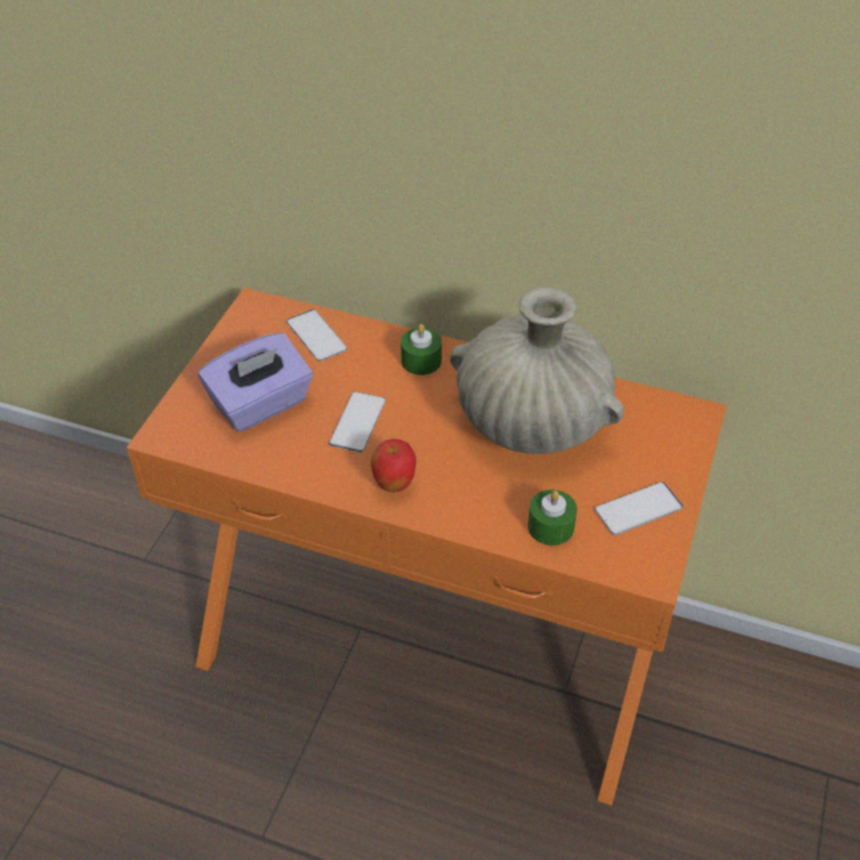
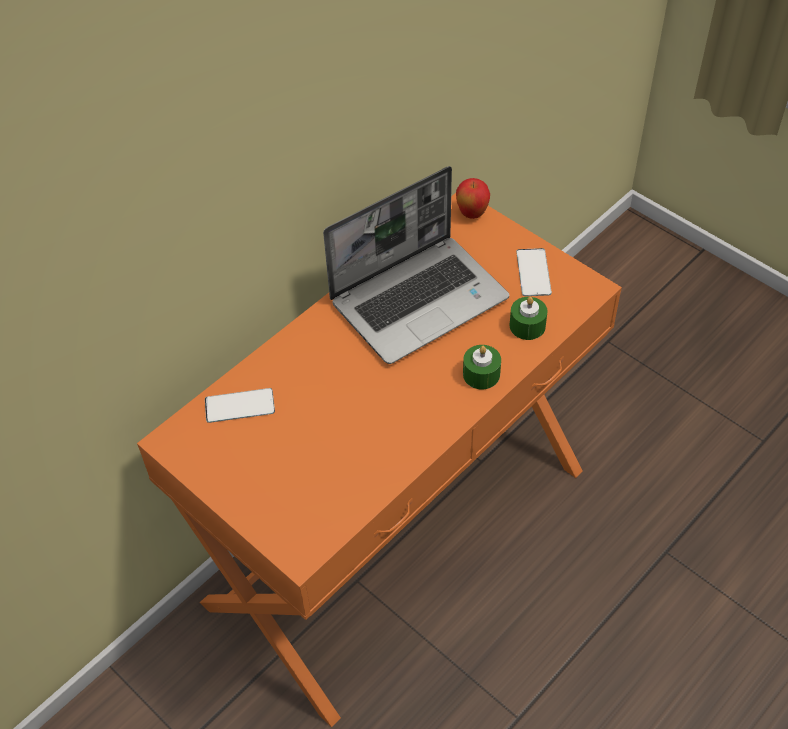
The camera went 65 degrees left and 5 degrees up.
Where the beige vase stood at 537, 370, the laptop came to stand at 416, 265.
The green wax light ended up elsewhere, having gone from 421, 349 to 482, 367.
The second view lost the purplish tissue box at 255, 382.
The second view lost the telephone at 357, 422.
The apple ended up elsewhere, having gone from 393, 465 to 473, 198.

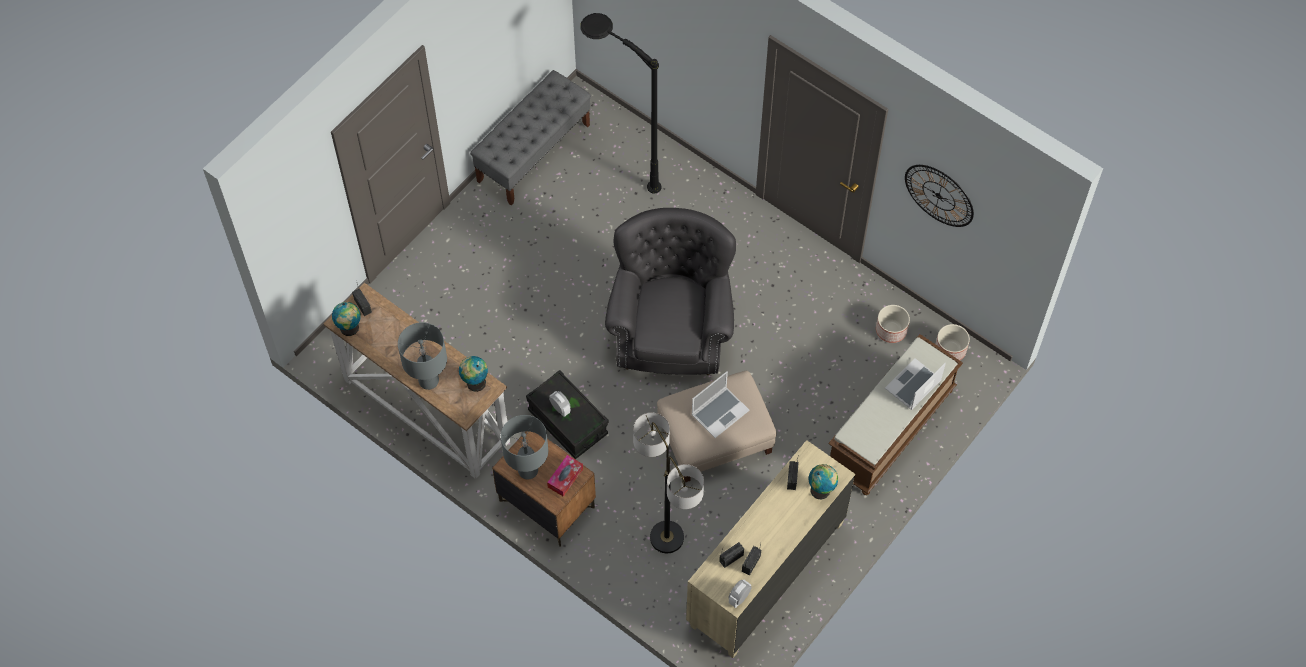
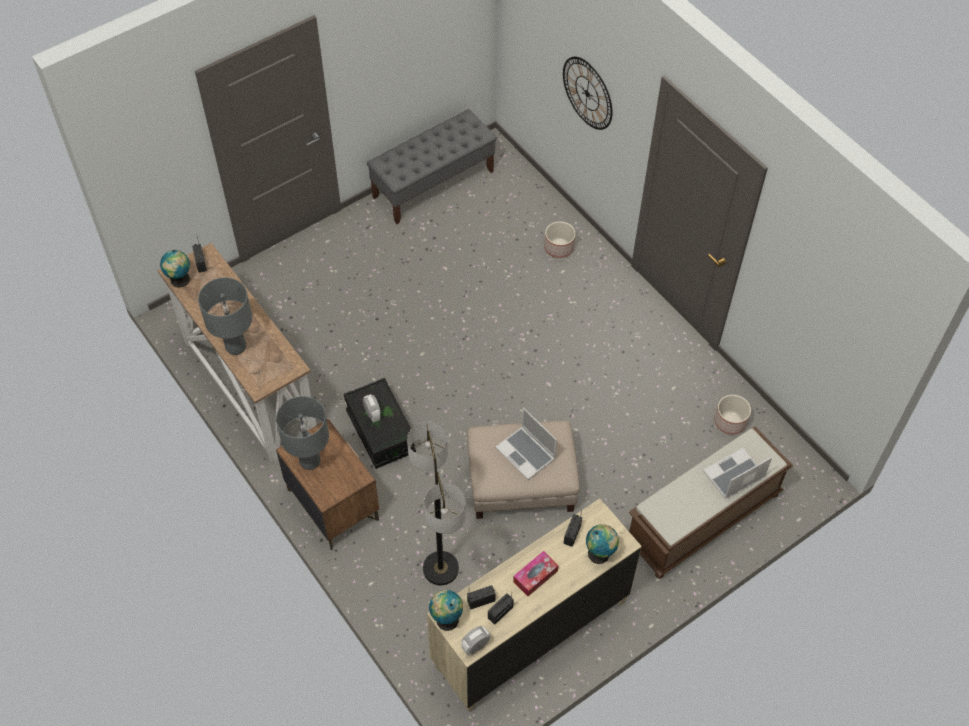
The camera went 15 degrees right and 5 degrees down.
The second view lost the blackish standard lamp at 620, 103.
The hanging clock ended up elsewhere, having gone from 939, 196 to 587, 93.
The second view lost the gray easy chair at 670, 291.
The plant pot ended up elsewhere, having gone from 953, 342 to 560, 239.
The world globe ended up elsewhere, having gone from 473, 374 to 446, 610.
The laptop at 720, 404 ended up facing another way, 75 degrees clockwise from before.
The tissue box ended up elsewhere, having gone from 565, 476 to 536, 573.

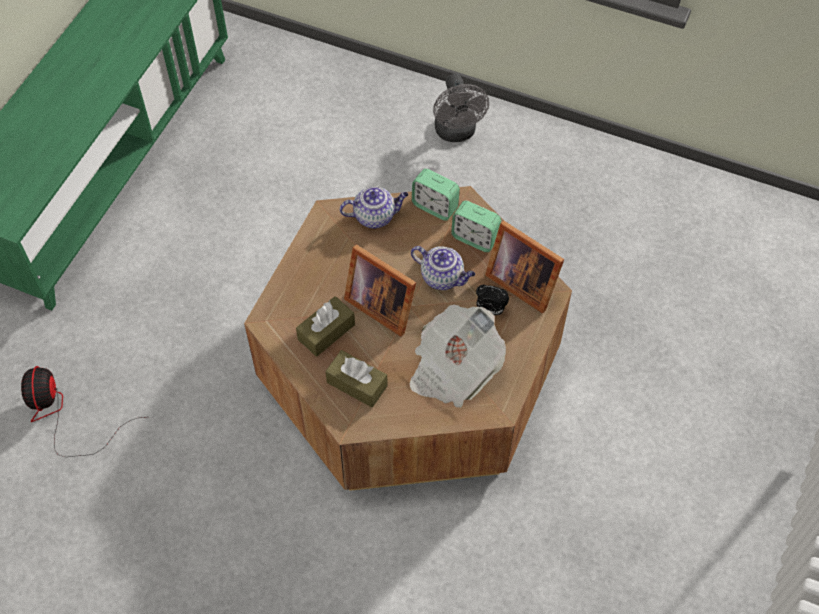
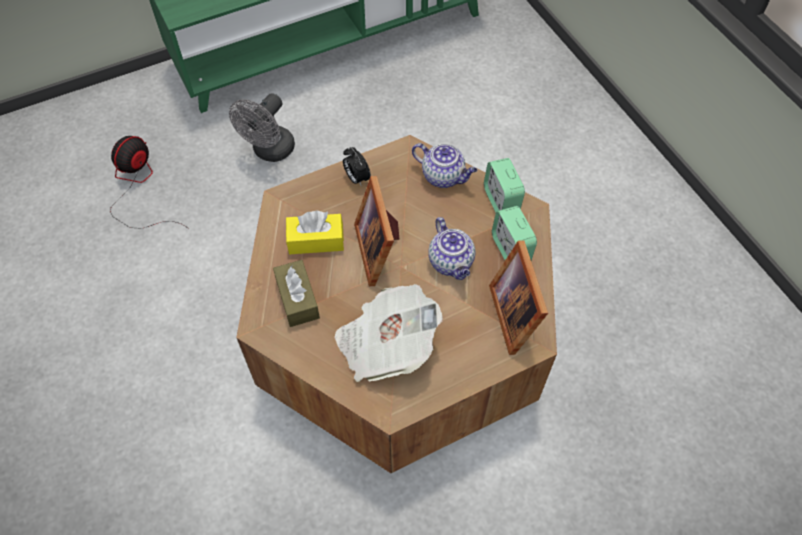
The camera went 40 degrees right and 0 degrees up.
The gray fan ended up elsewhere, having gone from 461, 108 to 262, 127.
The bedside clock ended up elsewhere, having gone from 492, 300 to 357, 167.
What was the brownish tissue box at 325, 326 turned into the yellowish tissue box at 315, 232.

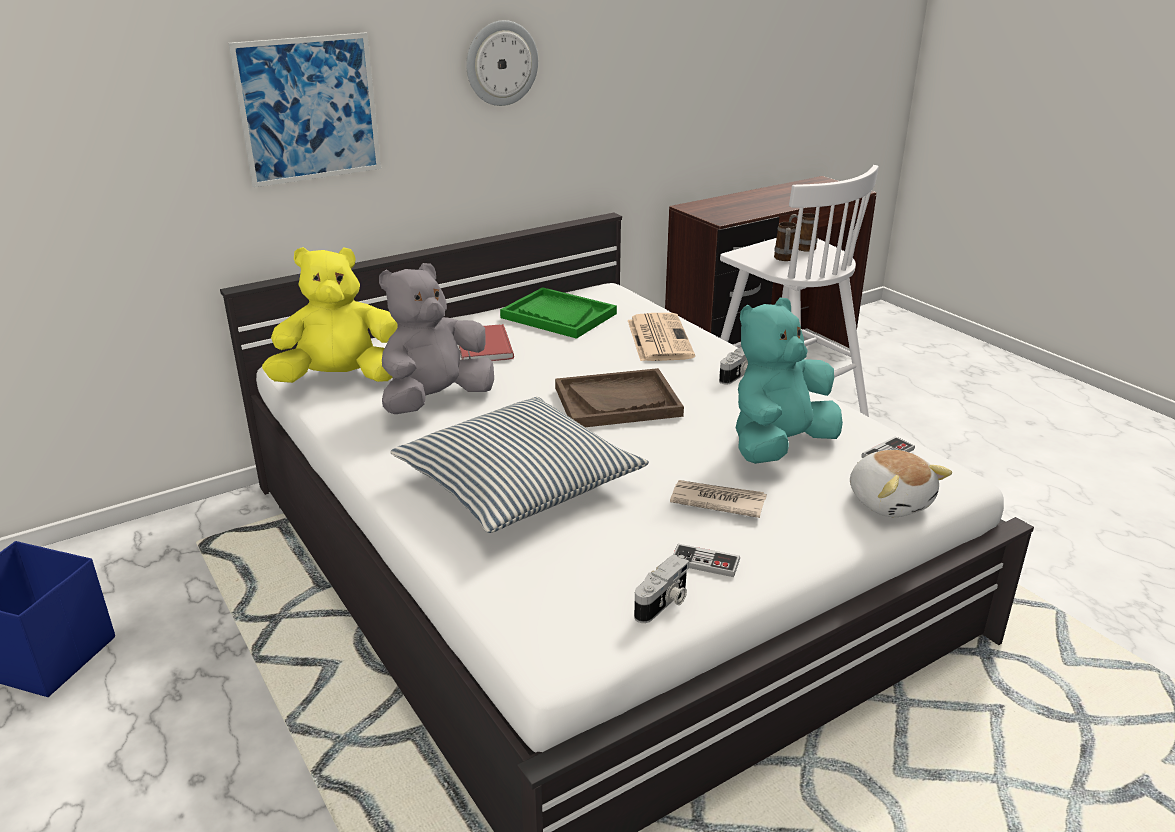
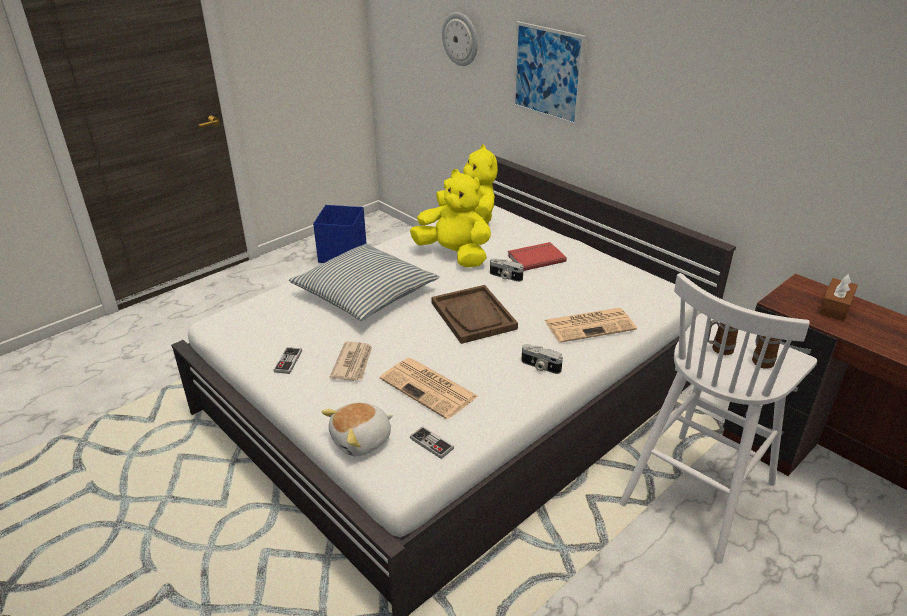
The camera went 80 degrees right and 5 degrees up.
The hanging clock ended up elsewhere, having gone from 502, 63 to 460, 39.
What was the gray soft toy at 436, 338 turned into the yellowish soft toy at 450, 218.
The second view lost the green serving tray at 558, 313.
Where the turquoise soft toy stood at 789, 381, the daily paper came to stand at 429, 388.
The still camera ended up elsewhere, having gone from 661, 588 to 507, 270.
The second view gained the brownish tissue box at 838, 297.

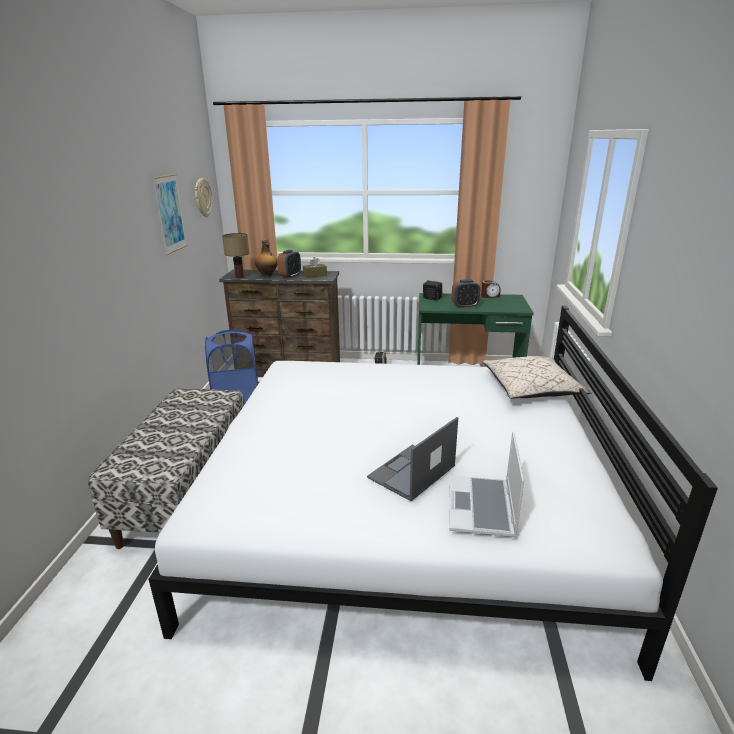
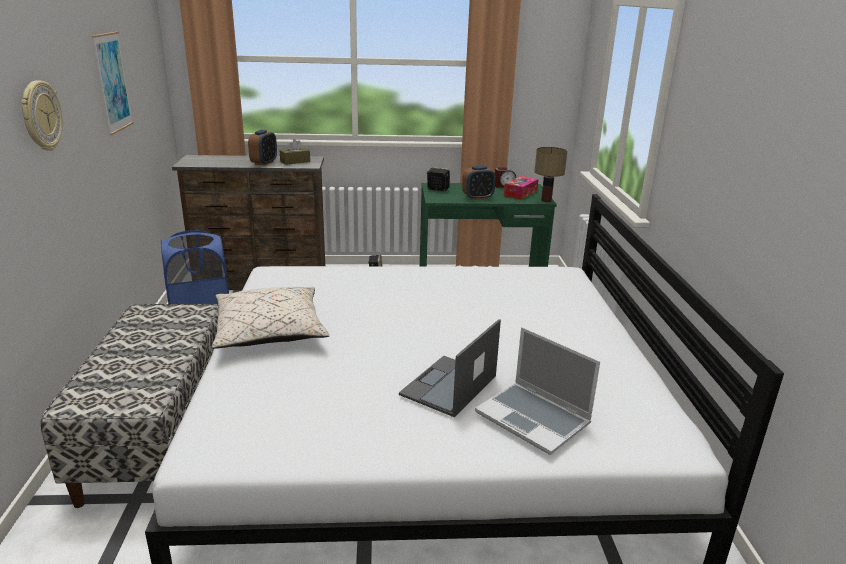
The camera went 10 degrees left and 0 degrees up.
The hanging clock ended up elsewhere, having gone from 204, 197 to 42, 115.
The table lamp ended up elsewhere, having gone from 235, 255 to 550, 174.
The second view lost the bottle at 266, 258.
The beige pillow ended up elsewhere, having gone from 537, 377 to 270, 318.
The laptop at 486, 484 ended up facing another way, 45 degrees counterclockwise from before.
The second view gained the tissue box at 521, 188.

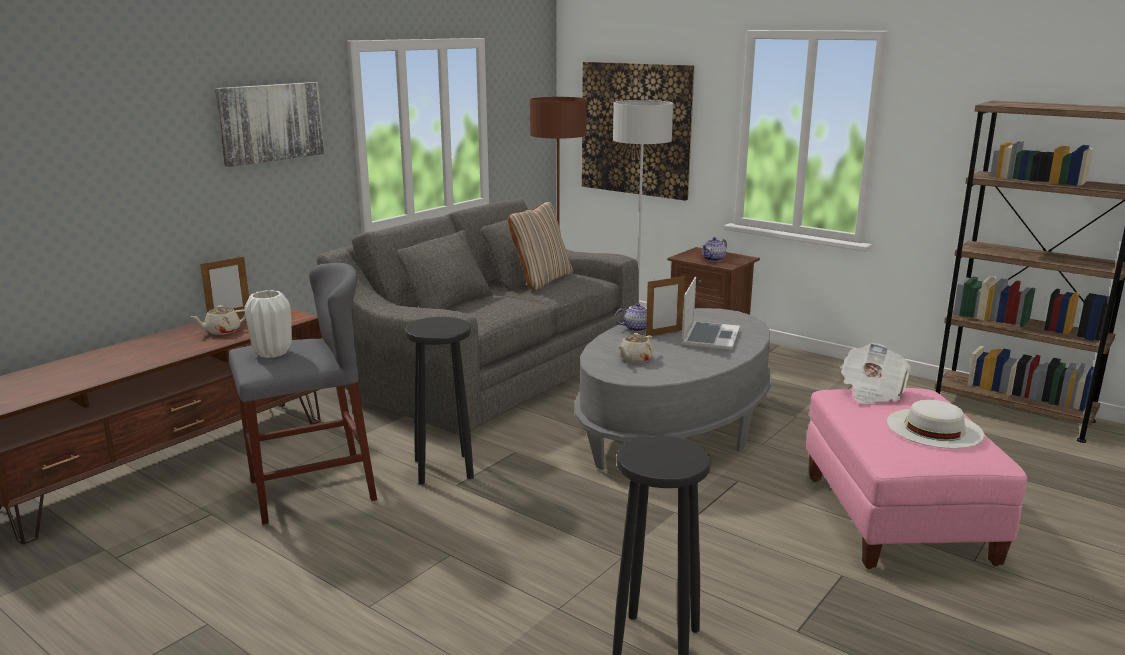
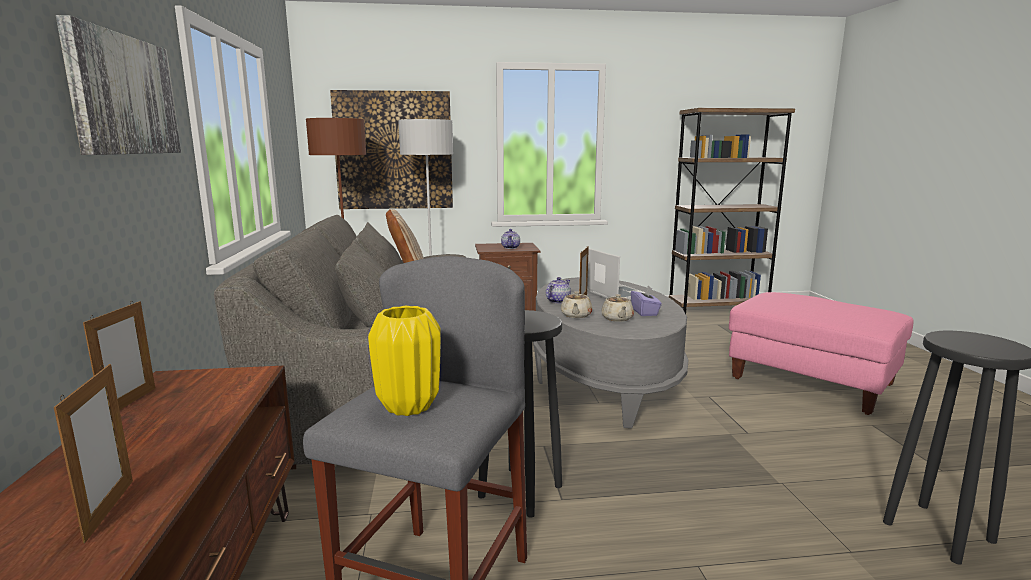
The camera went 45 degrees left and 5 degrees down.
What was the whitish vase at 268, 324 turned into the yellowish vase at 404, 361.
The beige tea pot ended up elsewhere, having gone from 218, 320 to 577, 304.
The second view lost the daily paper at 875, 373.
The second view lost the whitish wearable hat at 935, 424.
The second view gained the purplish tissue box at 646, 301.
The second view gained the photo frame at 93, 453.

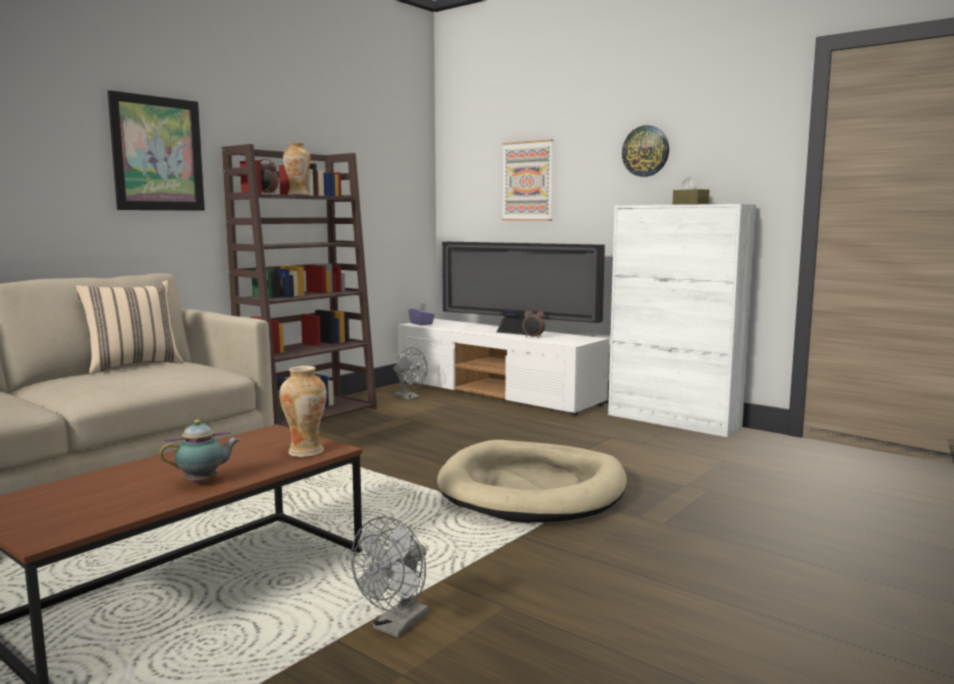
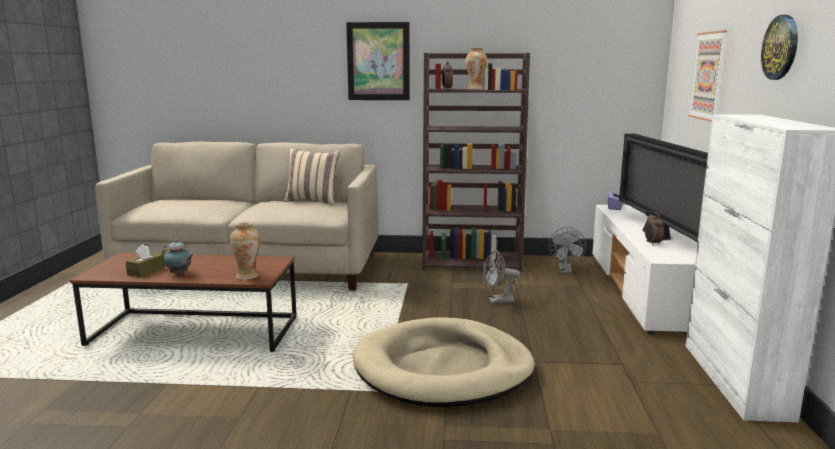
The camera went 55 degrees right and 5 degrees up.
The brownish tissue box ended up elsewhere, having gone from 691, 190 to 145, 260.
The gray fan ended up elsewhere, having gone from 390, 576 to 501, 276.

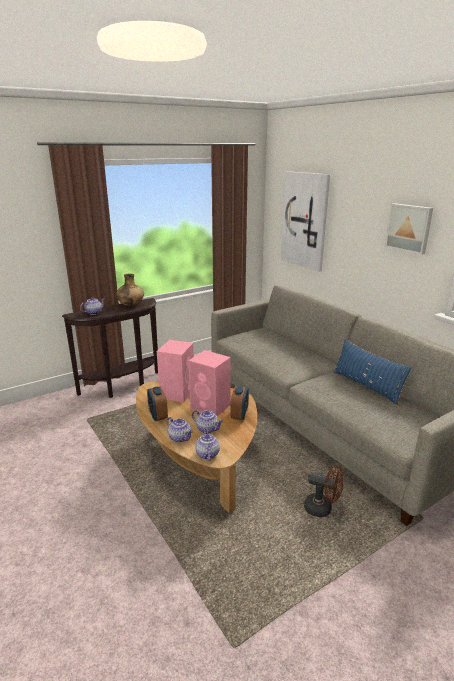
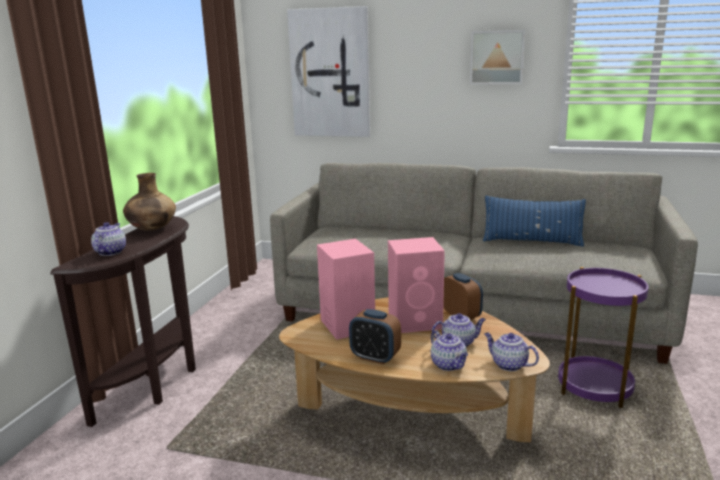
The camera went 40 degrees left and 5 degrees down.
The tea pot at 180, 429 ended up facing another way, 60 degrees clockwise from before.
Where the brownish fan stood at 324, 491, the purplish accent table came to stand at 603, 337.

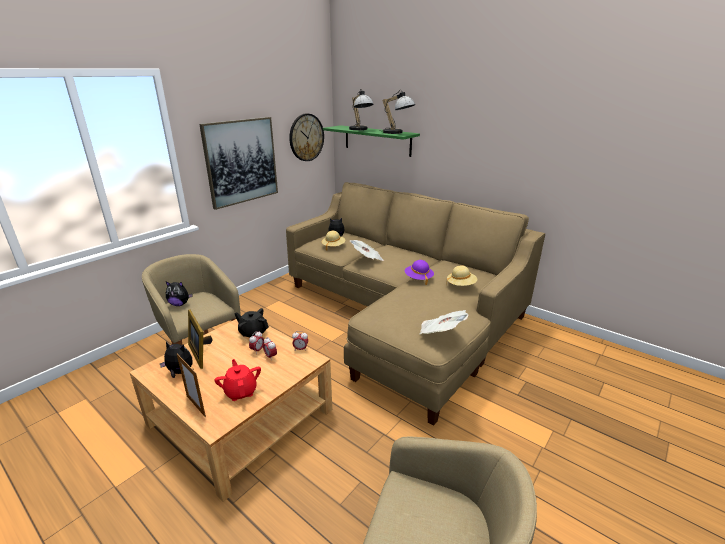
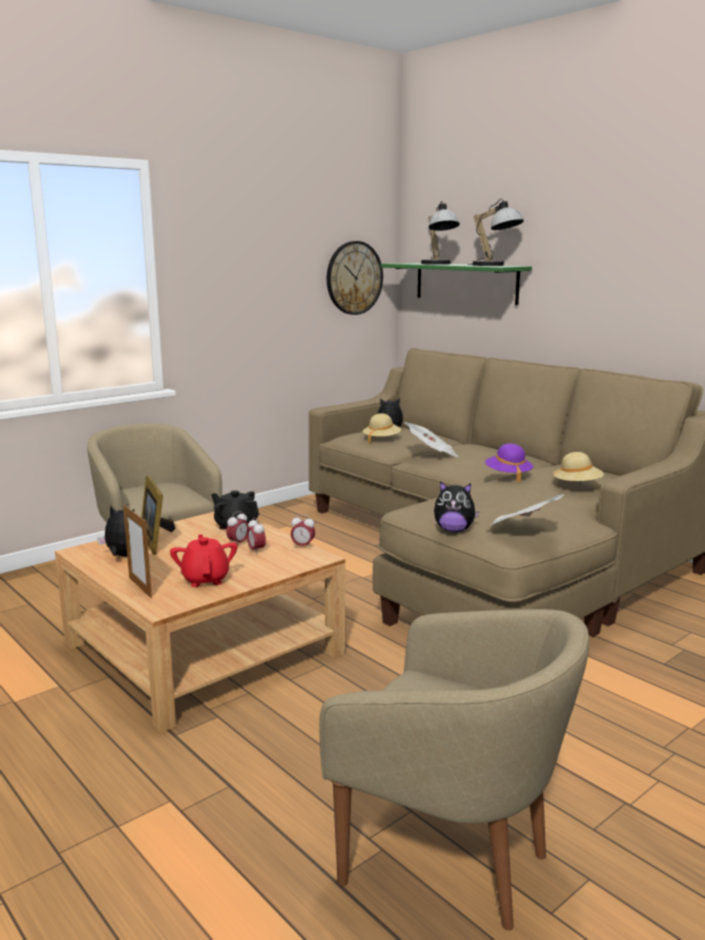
The camera went 10 degrees right and 10 degrees down.
The second view lost the wall art at 238, 163.
The soft toy ended up elsewhere, having gone from 179, 294 to 457, 506.

